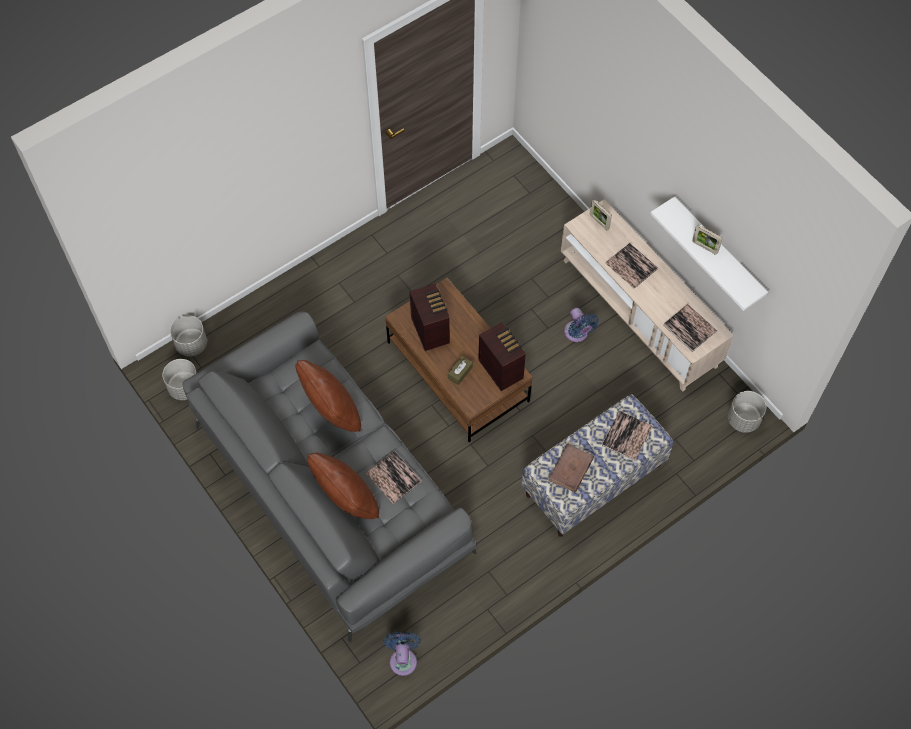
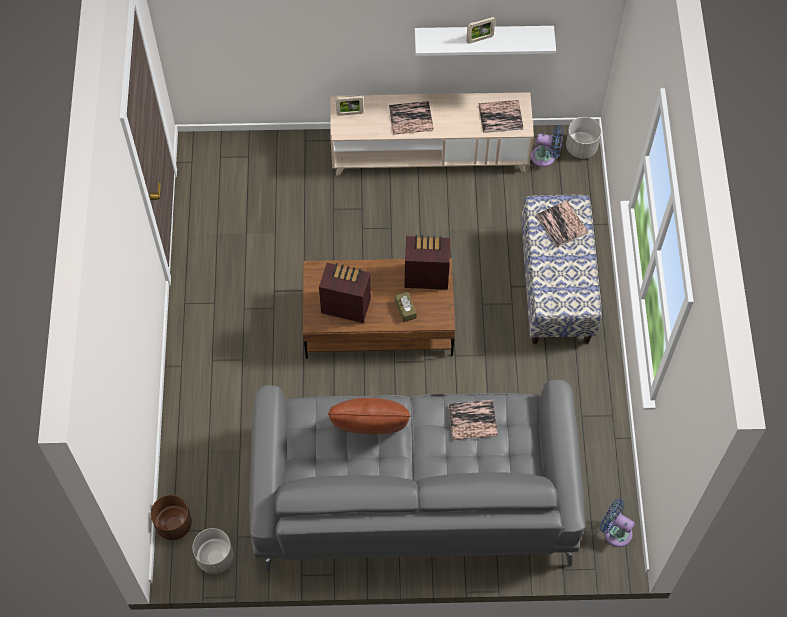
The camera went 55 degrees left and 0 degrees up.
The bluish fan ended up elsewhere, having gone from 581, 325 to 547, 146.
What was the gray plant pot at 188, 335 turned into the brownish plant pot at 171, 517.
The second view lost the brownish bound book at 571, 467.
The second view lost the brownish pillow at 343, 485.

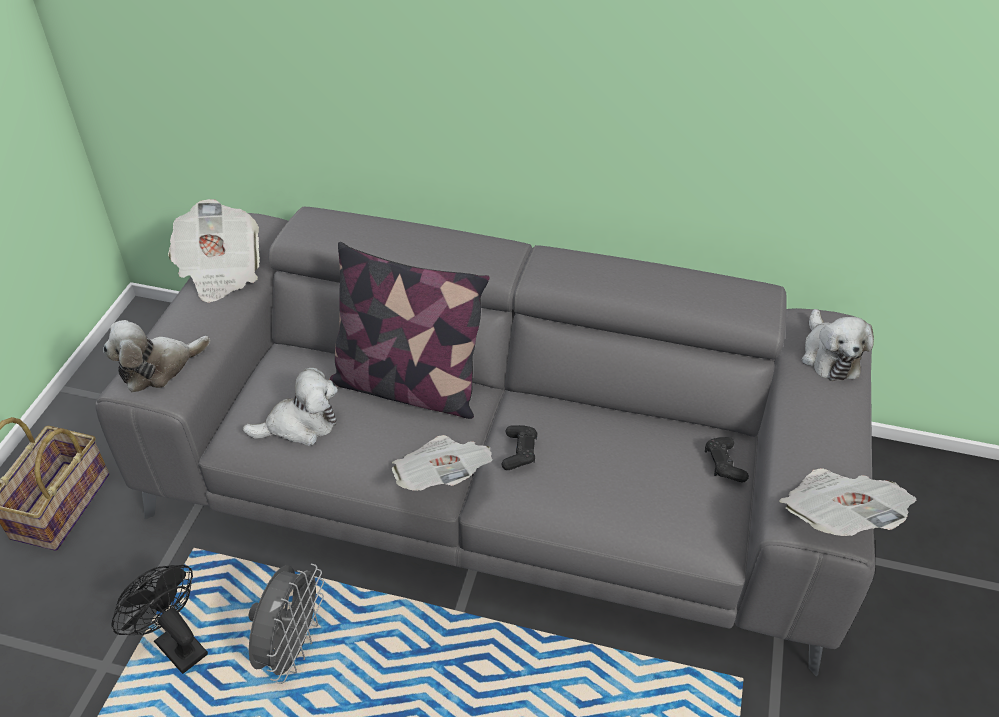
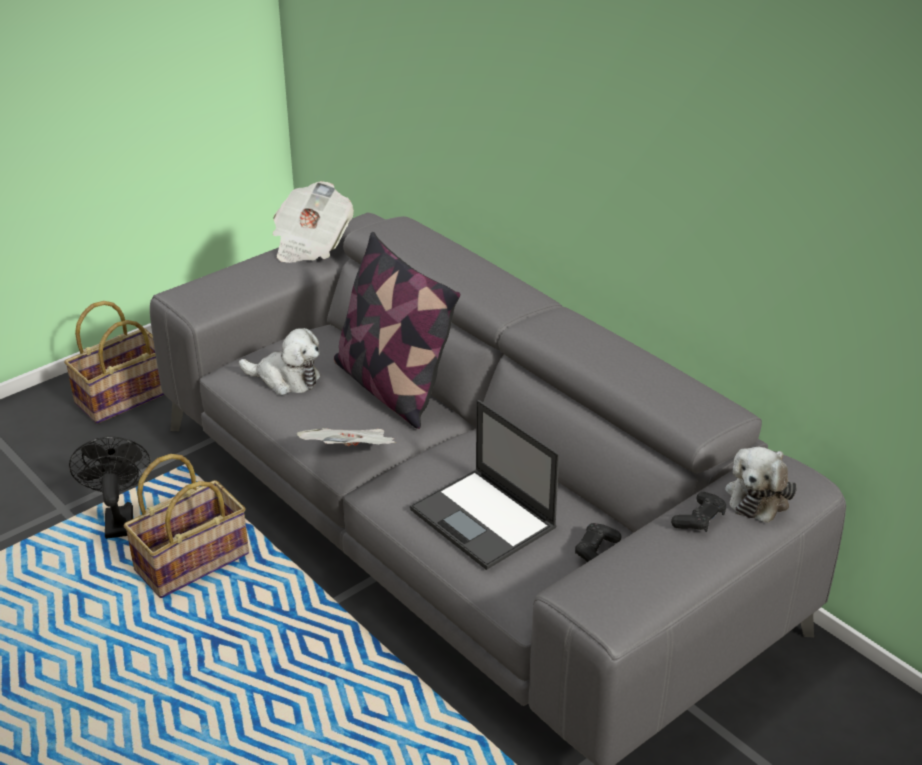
The camera went 35 degrees right and 10 degrees down.
The second view lost the soft toy at 156, 356.
The blackish joypad ended up elsewhere, having gone from 519, 447 to 698, 512.
The second view lost the daily paper at 848, 502.
Where the gray fan stood at 286, 624, the basket came to stand at 186, 526.
The second view gained the laptop at 484, 484.

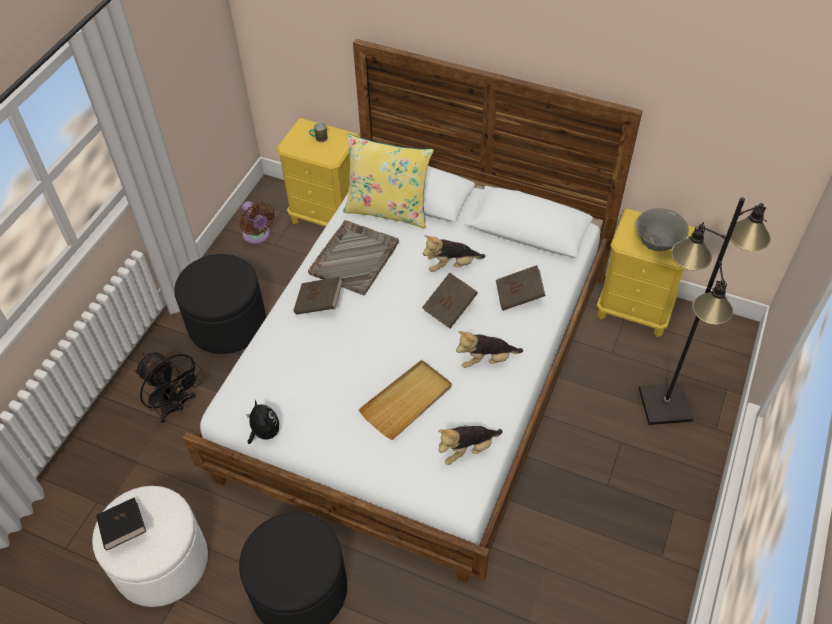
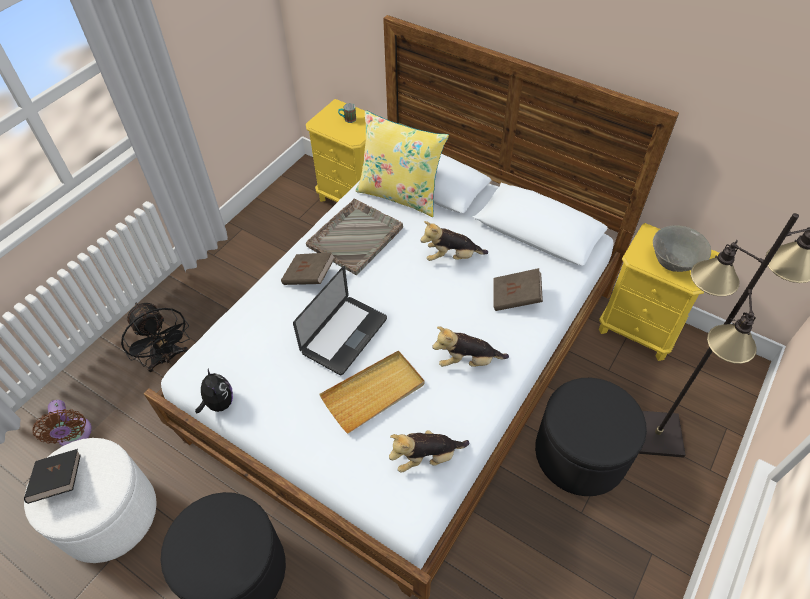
The camera went 10 degrees right and 0 degrees up.
The brownish fan ended up elsewhere, having gone from 257, 222 to 62, 423.
The blackish pouffe ended up elsewhere, having gone from 220, 304 to 591, 437.
The second view lost the brownish bound book at 450, 300.
The second view gained the laptop at 340, 320.

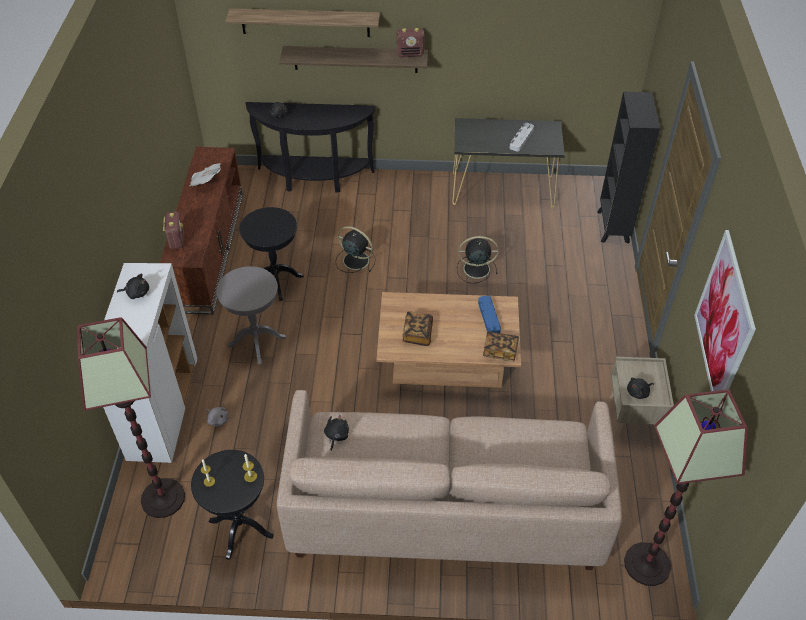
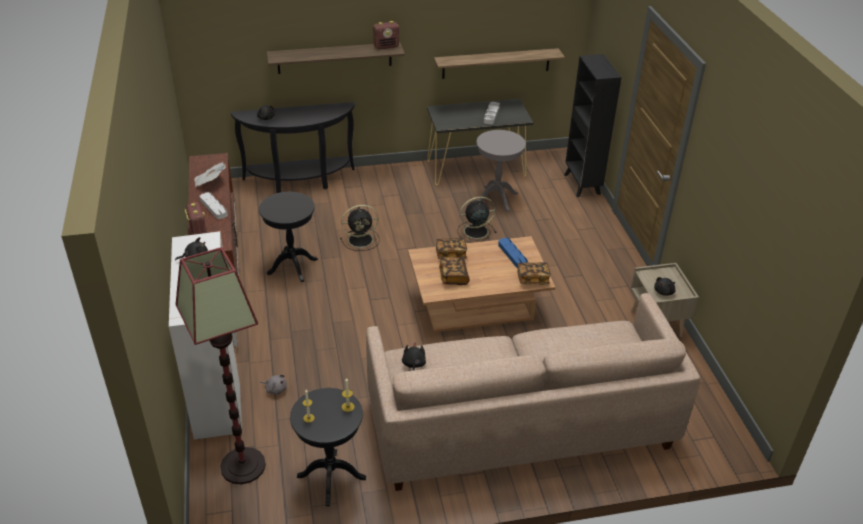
The camera went 15 degrees left and 10 degrees down.
The bracket shelf ended up elsewhere, having gone from 302, 22 to 499, 63.
The blackish fan at 356, 249 ended up facing another way, 150 degrees clockwise from before.
The second view lost the wall art at 725, 310.
The gray accent table ended up elsewhere, having gone from 251, 315 to 501, 171.
The second view lost the standard lamp at 686, 487.
The second view gained the gray serving tray at 214, 205.
The second view gained the bound book at 451, 248.

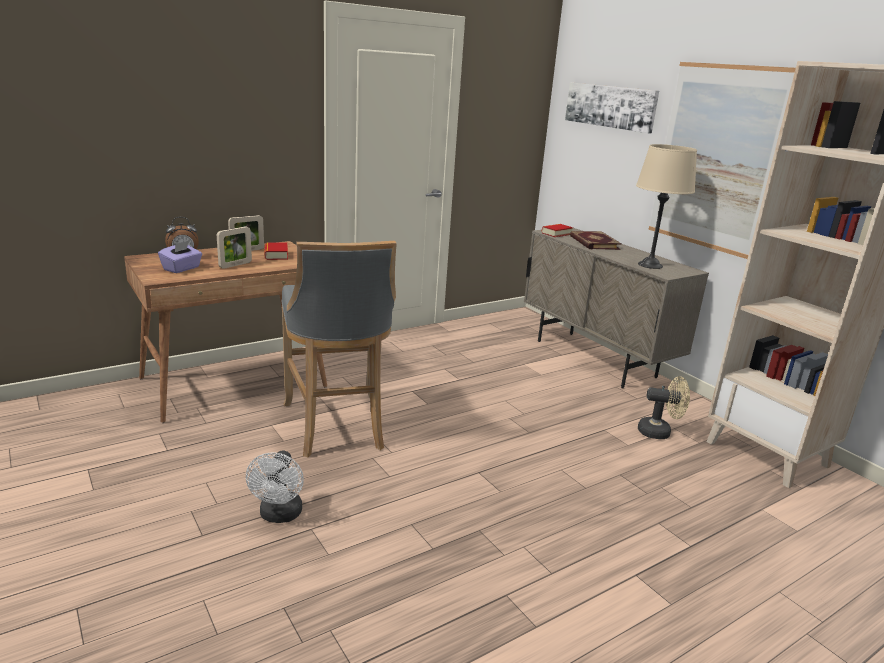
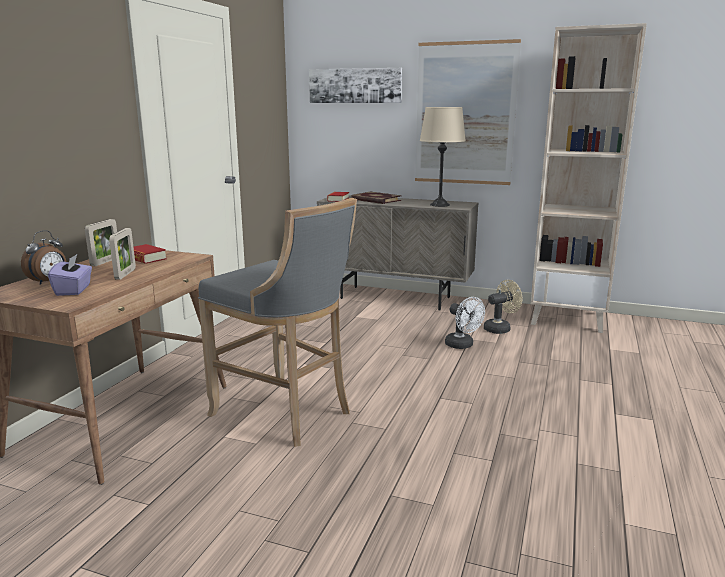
The camera went 35 degrees left and 5 degrees down.
The whitish fan ended up elsewhere, having gone from 275, 487 to 465, 323.

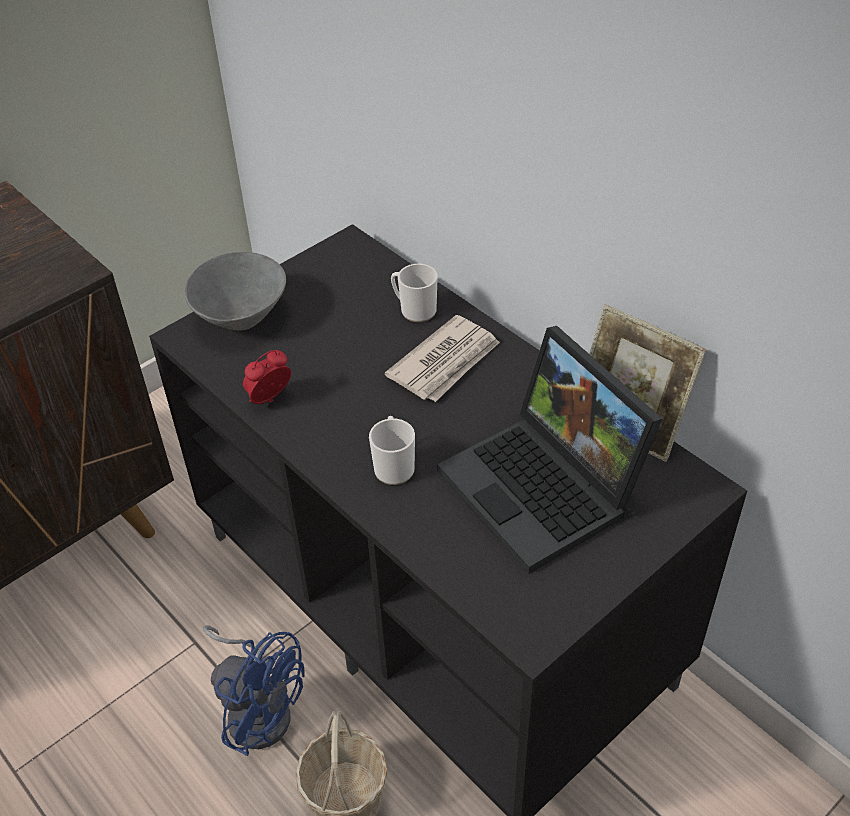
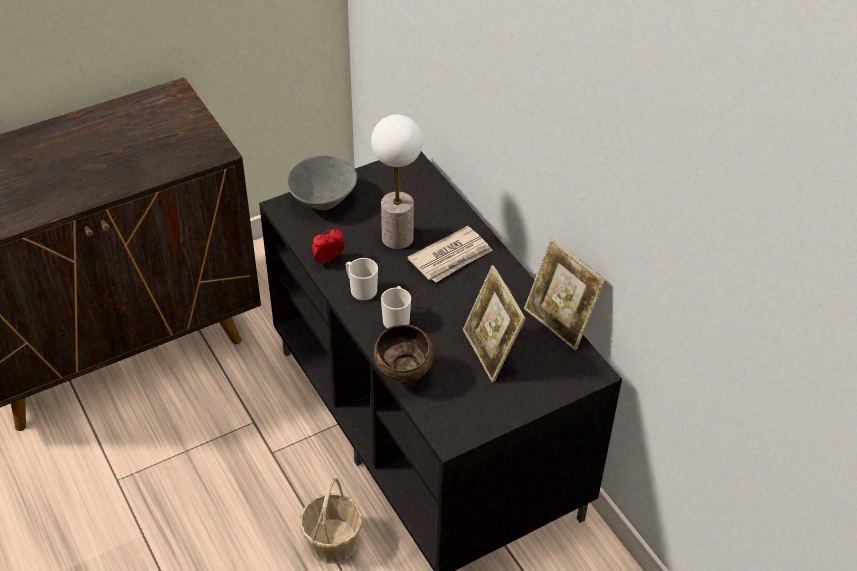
The camera went 10 degrees right and 0 degrees up.
The mug ended up elsewhere, having gone from 414, 293 to 362, 279.
Where the laptop stood at 549, 450, the photo frame came to stand at 494, 324.
The second view lost the bluish fan at 254, 691.
The second view gained the table lamp at 397, 182.
The second view gained the brownish serving bowl at 404, 354.

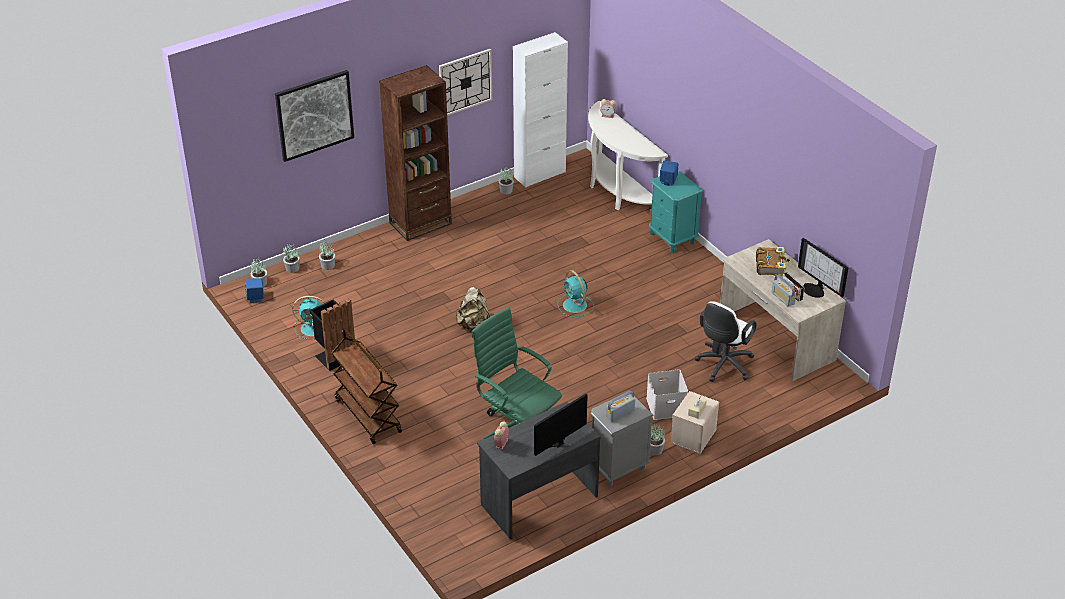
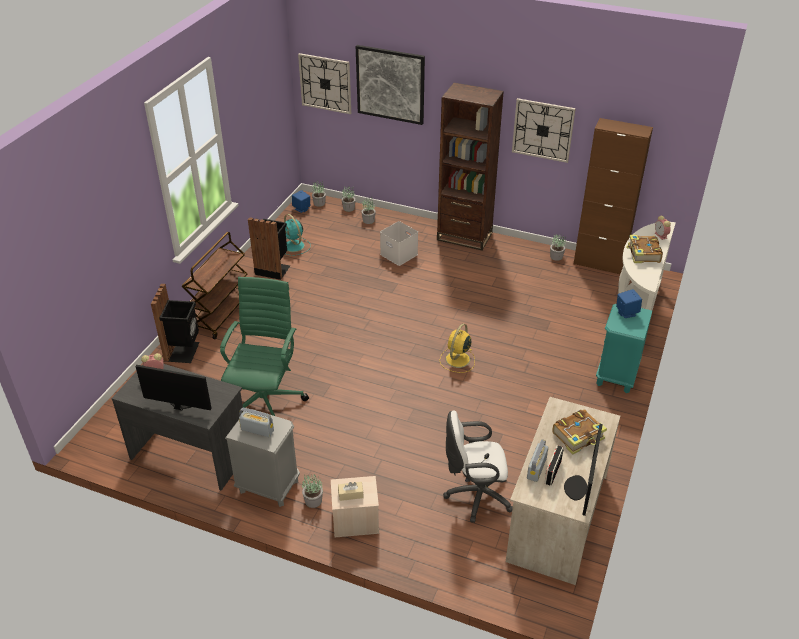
The camera went 55 degrees right and 0 degrees up.
What was the whitish cabinet at 540, 109 turned into the brownish cabinet at 613, 196.
What was the turquoise fan at 575, 293 turned into the yellowish fan at 457, 348.
The second view lost the beige backpack at 473, 308.
The whitish storage bin ended up elsewhere, having gone from 667, 394 to 399, 243.
The second view gained the hanging clock at 324, 83.
The second view gained the bound book at 644, 249.
The second view gained the blackish trash can at 175, 323.

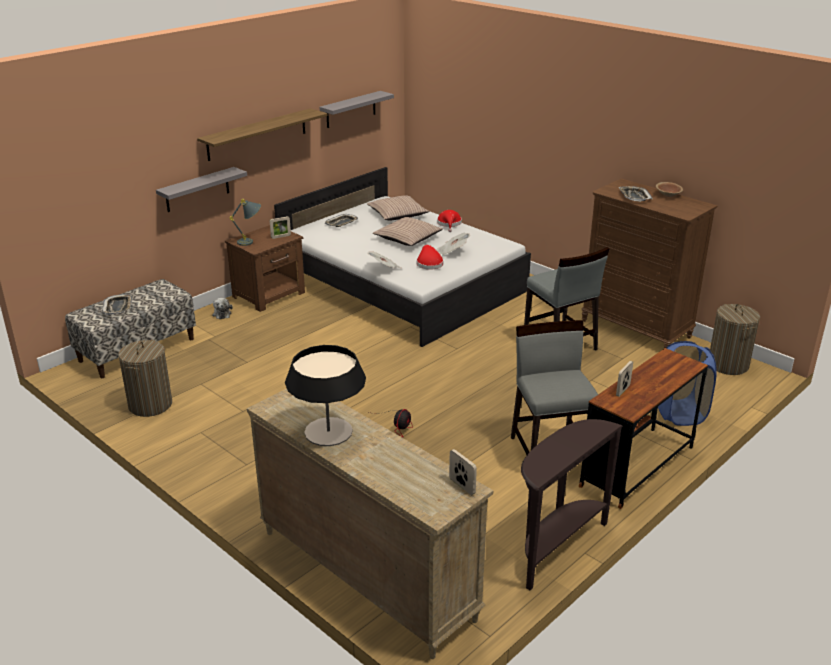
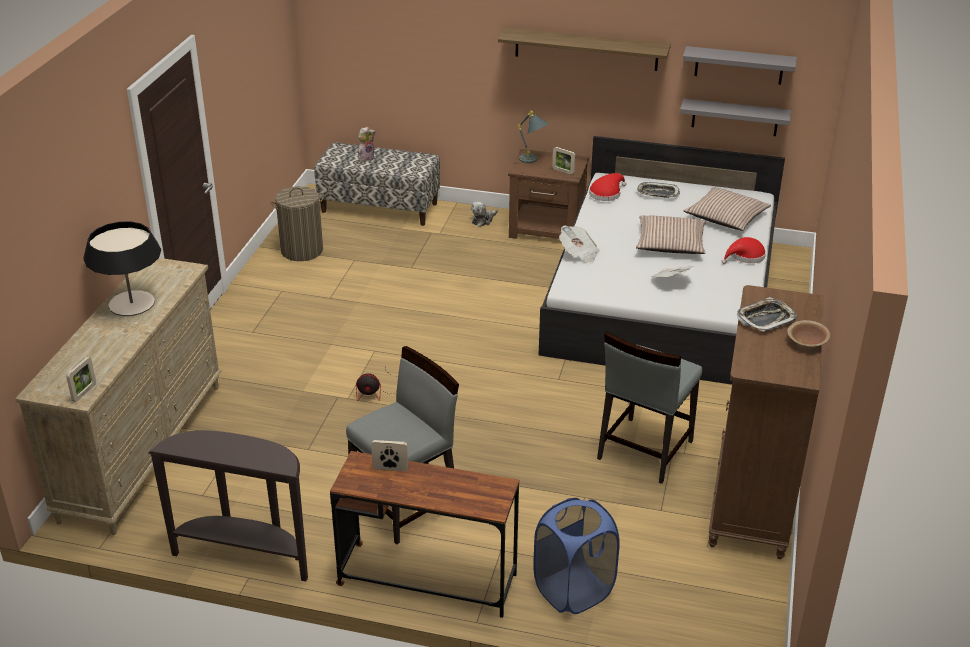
The camera went 60 degrees right and 5 degrees up.
The gray bracket shelf ended up elsewhere, having gone from 201, 189 to 735, 117.
The red-coloured wearable hat ended up elsewhere, having gone from 430, 257 to 608, 187.
Where the serving tray stood at 117, 304, the soft toy came to stand at 366, 144.
The second view lost the hamper at 735, 339.

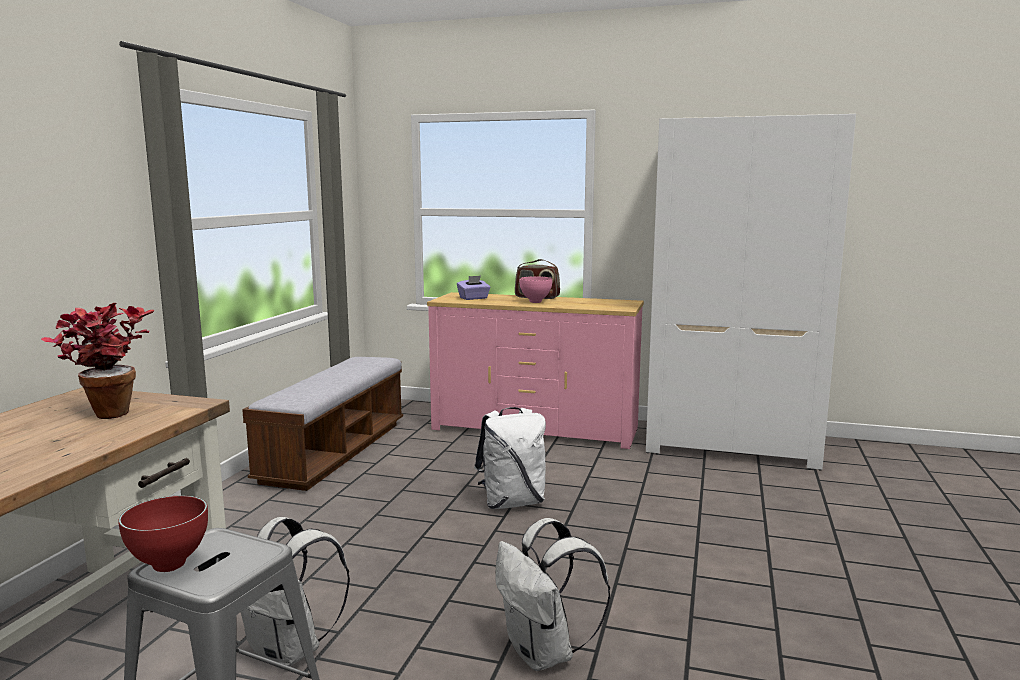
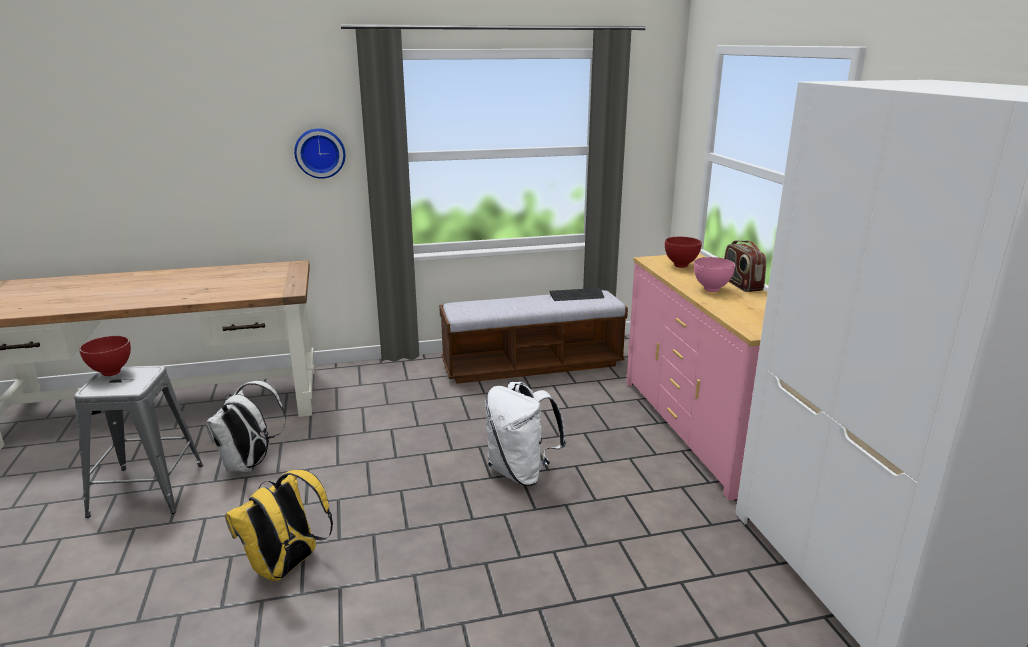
The camera went 60 degrees right and 10 degrees up.
Where the purplish tissue box stood at 473, 288, the red-coloured serving bowl came to stand at 683, 252.
The second view lost the houseplant at 98, 361.
What was the whitish backpack at 552, 594 turned into the yellowish backpack at 279, 525.
The second view gained the hanging clock at 319, 153.
The second view gained the PC keyboard at 577, 294.

